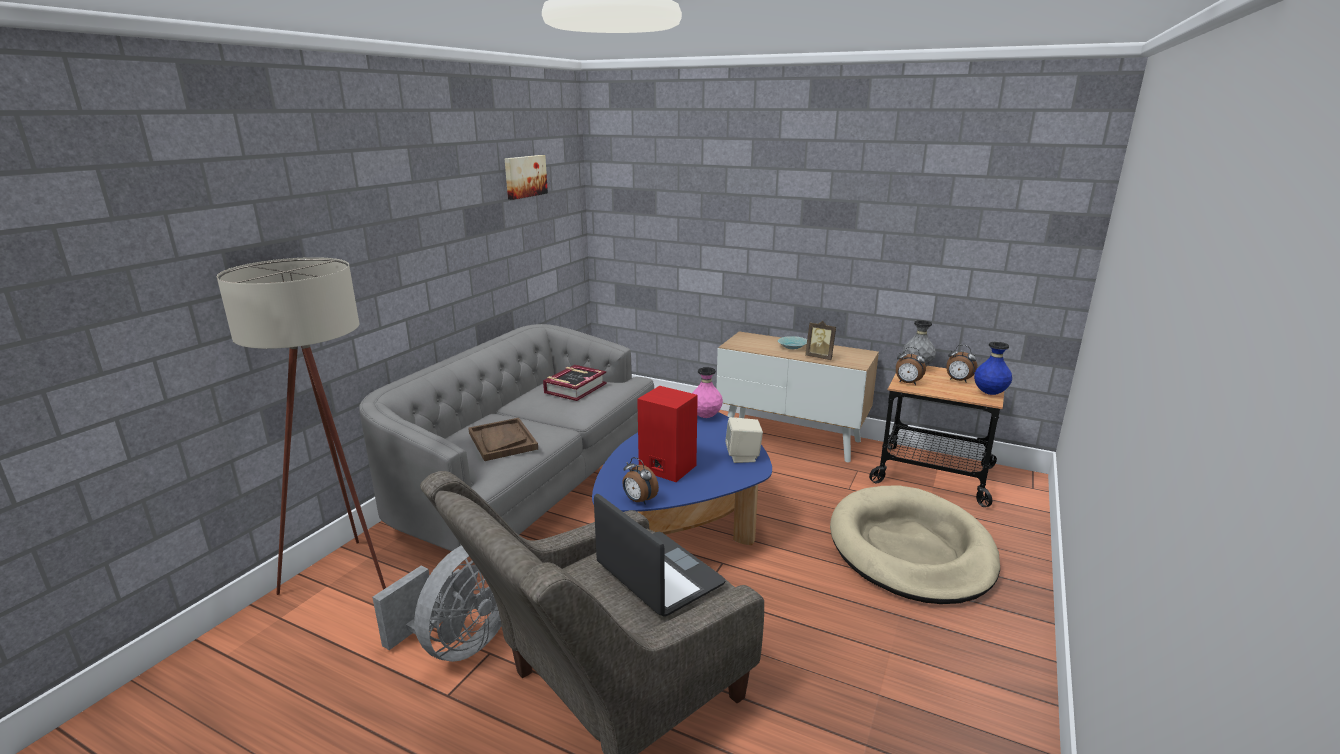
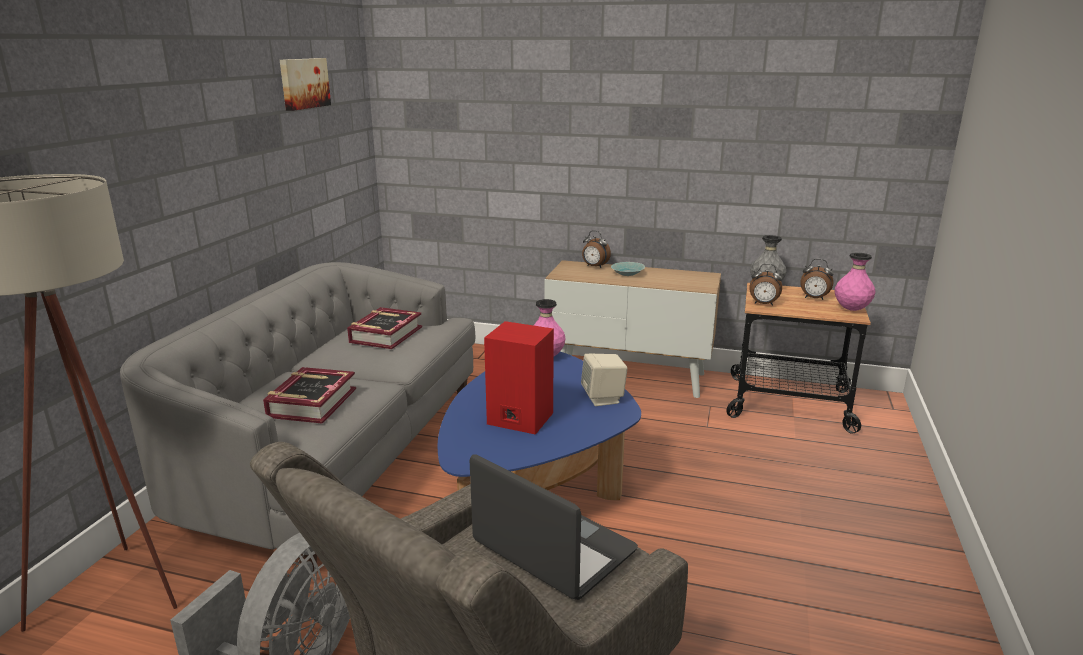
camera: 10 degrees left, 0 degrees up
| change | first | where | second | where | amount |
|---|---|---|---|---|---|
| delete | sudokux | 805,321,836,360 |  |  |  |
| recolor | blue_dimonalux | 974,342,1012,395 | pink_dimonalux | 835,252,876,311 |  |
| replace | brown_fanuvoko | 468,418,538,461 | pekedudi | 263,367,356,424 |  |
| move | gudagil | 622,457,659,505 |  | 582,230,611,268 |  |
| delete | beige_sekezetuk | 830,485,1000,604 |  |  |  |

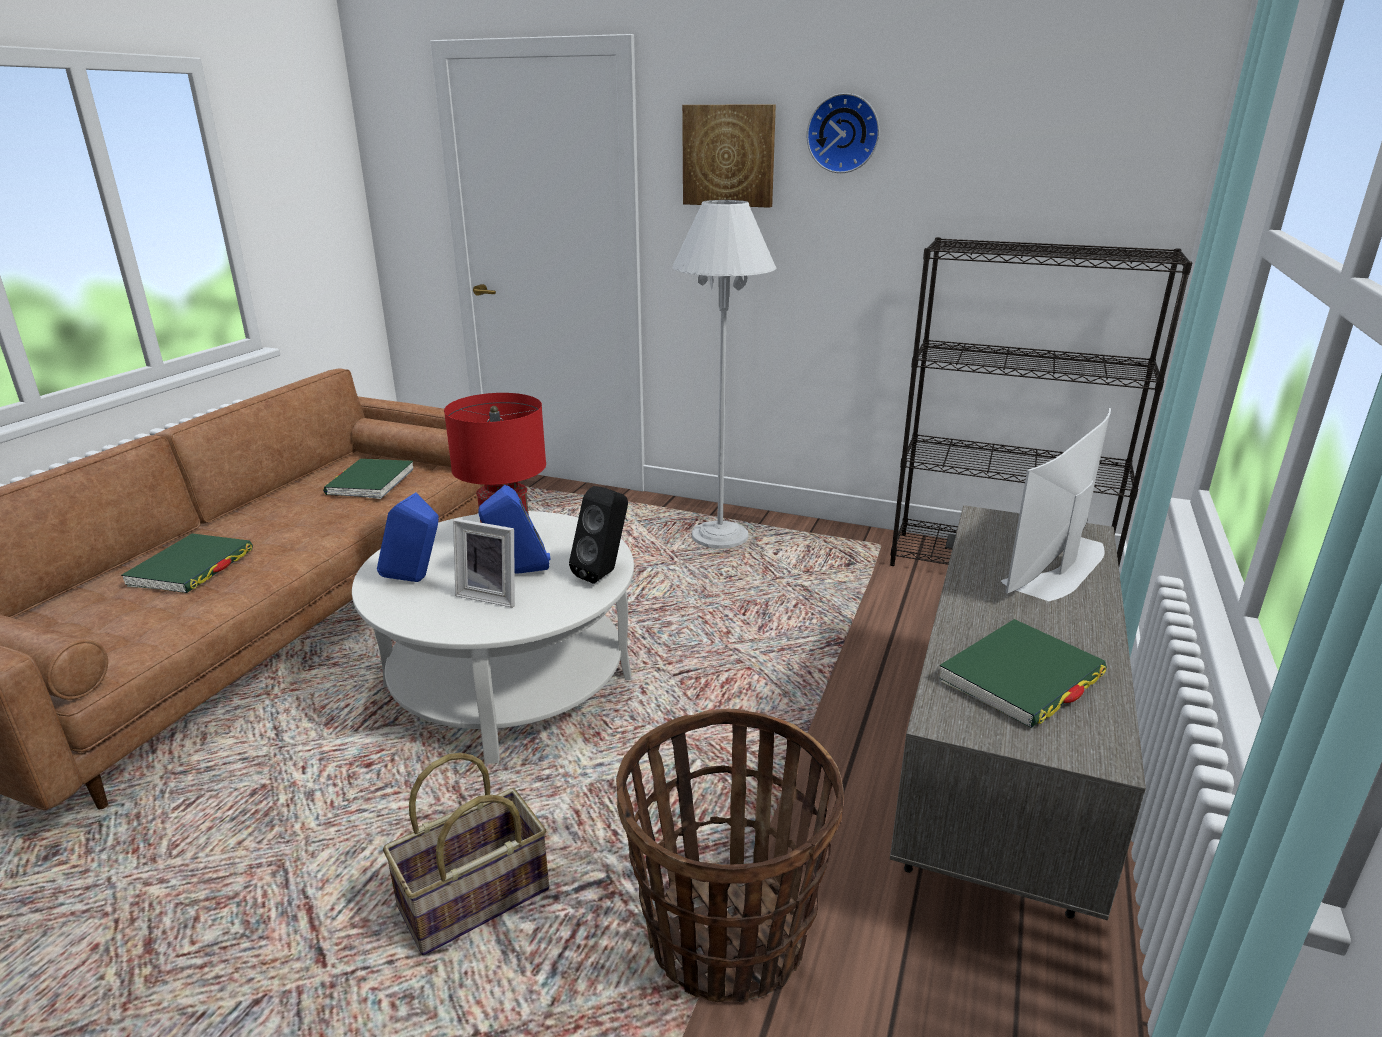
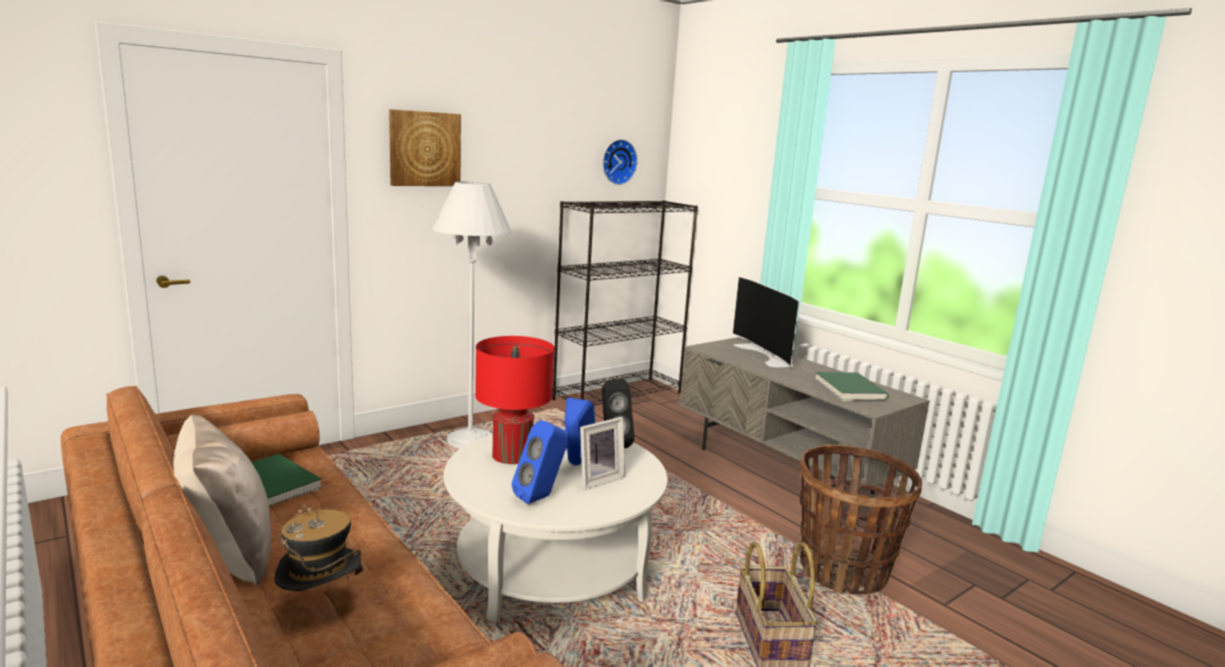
camera: 60 degrees left, 10 degrees down
| change | first | where | second | where | amount |
|---|---|---|---|---|---|
| move | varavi | 807,93,880,173 |  | 602,139,638,185 |  |
| replace | green_pekedudi | 121,533,253,593 | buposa | 274,504,363,591 |  |
| insert |  |  | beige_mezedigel | 173,415,271,586 |  |

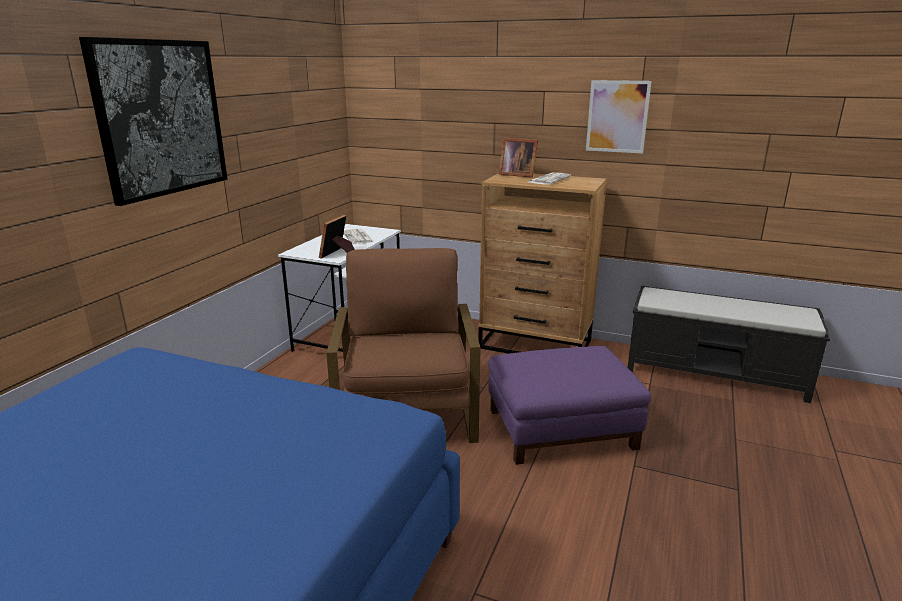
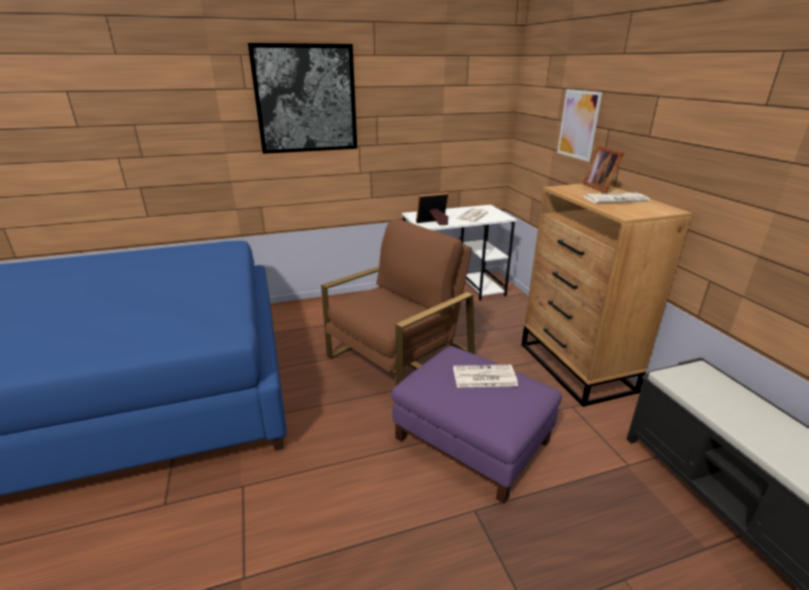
camera: 50 degrees right, 5 degrees up
| change | first | where | second | where | amount |
|---|---|---|---|---|---|
| move | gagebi | 586,80,652,153 |  | 557,89,602,162 |  |
| insert |  |  | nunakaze | 453,365,518,387 |  |

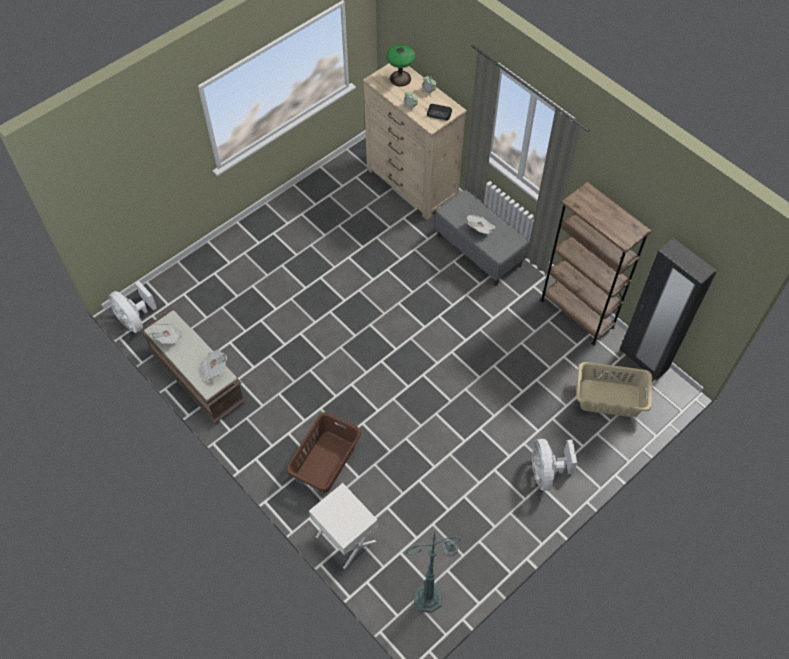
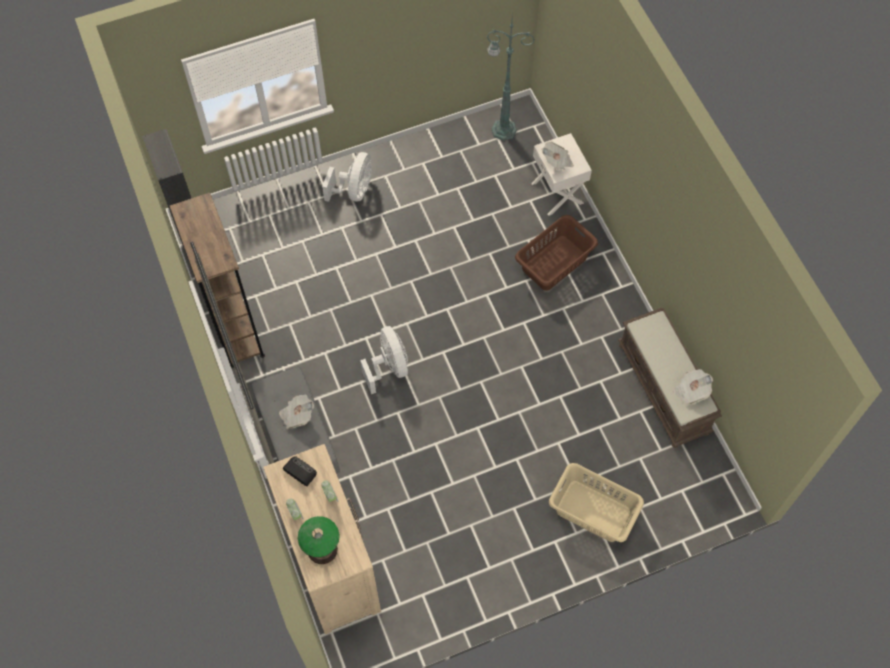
camera: 160 degrees left, 5 degrees up
| change | first | where | second | where | amount |
|---|---|---|---|---|---|
| move | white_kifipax | 109,281,157,333 |  | 360,326,408,394 |  |
| move | nunakaze | 197,349,228,382 |  | 542,142,574,170 |  |
| move | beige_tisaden | 576,362,652,417 |  | 549,463,644,542 |  |

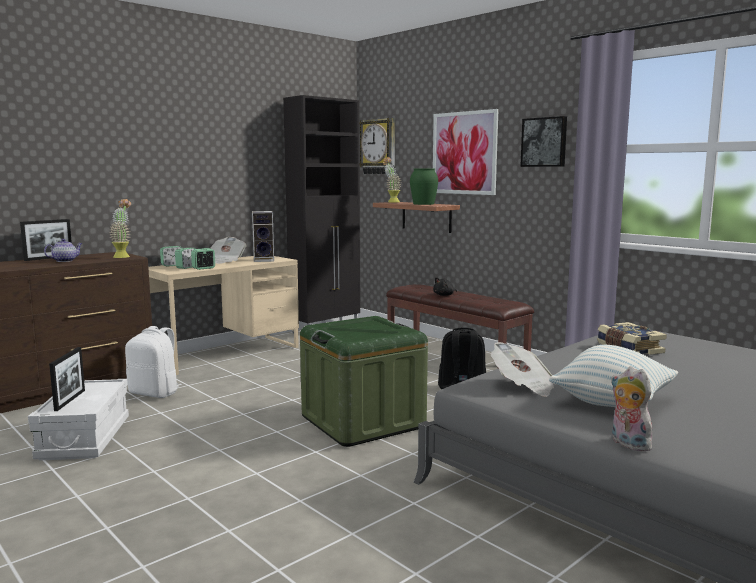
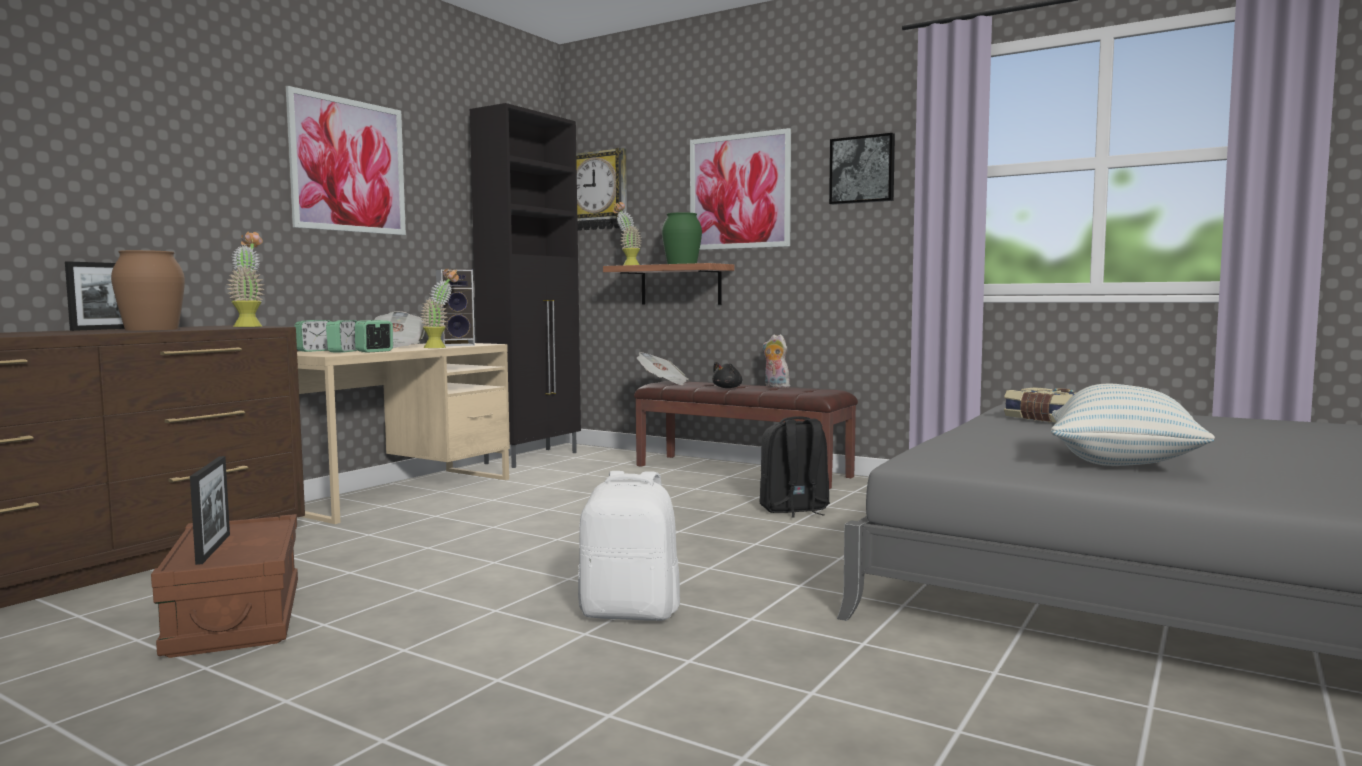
camera: 15 degrees left, 5 degrees down
| change | first | where | second | where | amount |
|---|---|---|---|---|---|
| replace | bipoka | 44,239,83,262 | brown_dimonalux | 111,250,185,331 |  |
| delete | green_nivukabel | 300,316,428,447 |  |  |  |
| move | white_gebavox | 125,326,182,398 |  | 578,471,680,621 |  |
| move | nunakaze | 491,342,554,397 |  | 637,352,689,385 |  |
| move | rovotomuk | 611,367,654,451 |  | 762,334,790,388 |  |
| recolor | white_nivukabel | 28,379,129,460 | brown_nivukabel | 151,514,298,658 |  |
| insert |  |  | gagebi | 286,86,406,235 |  |
| insert |  |  | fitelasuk | 421,269,459,348 |  |

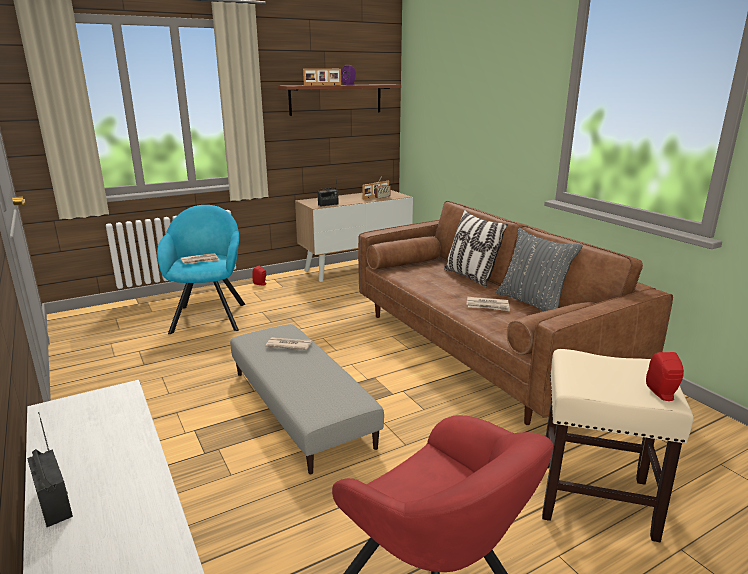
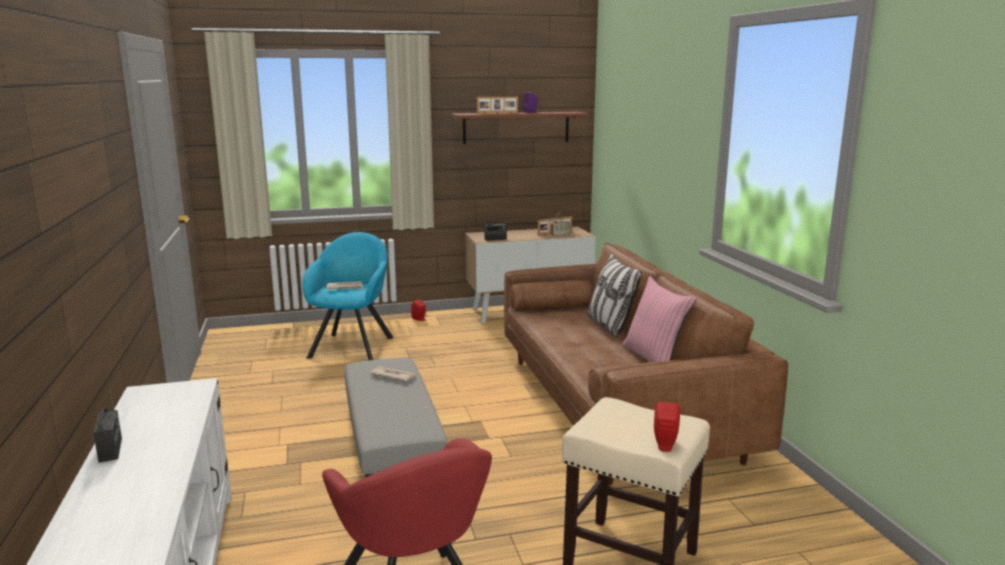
camera: 15 degrees right, 5 degrees down
| change | first | where | second | where | amount |
|---|---|---|---|---|---|
| recolor | grey_mezedigel | 496,228,583,312 | pink_mezedigel | 622,276,696,362 |  |
| delete | nunakaze | 466,297,510,311 |  |  |  |

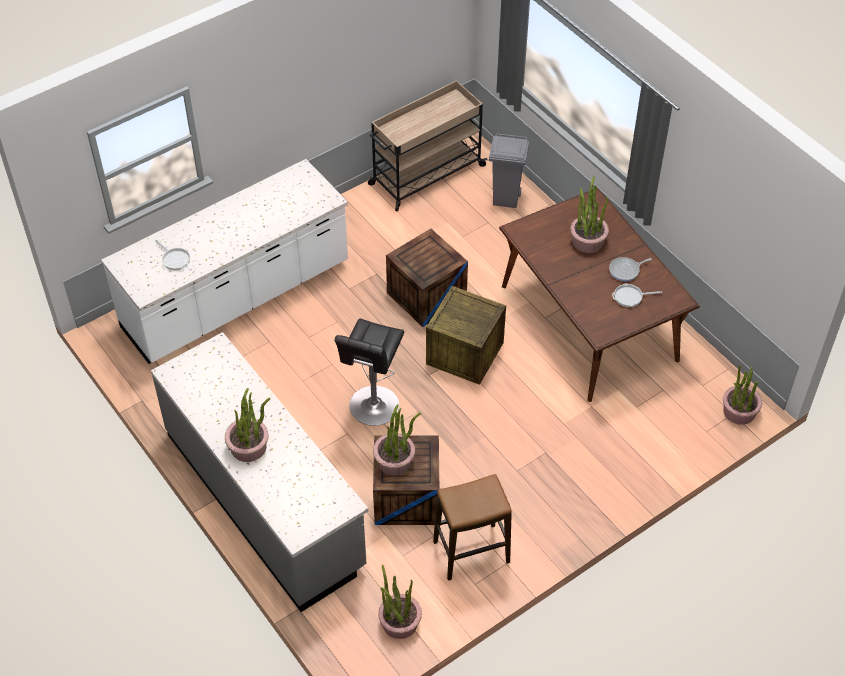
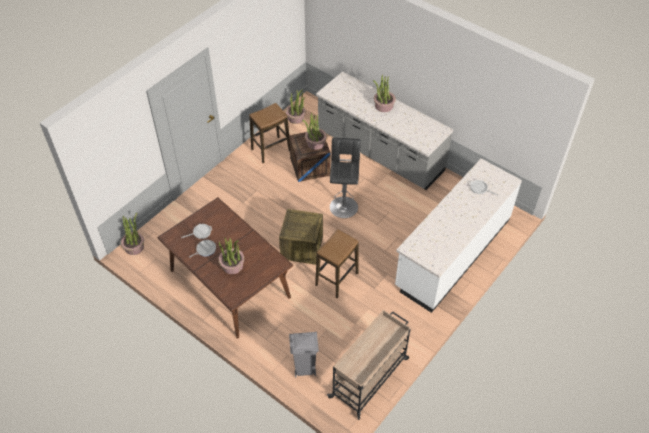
camera: 165 degrees right, 0 degrees up
| change | first | where | second | where | amount |
|---|---|---|---|---|---|
| replace | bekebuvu | 386,229,468,327 | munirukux | 315,229,358,298 |  |

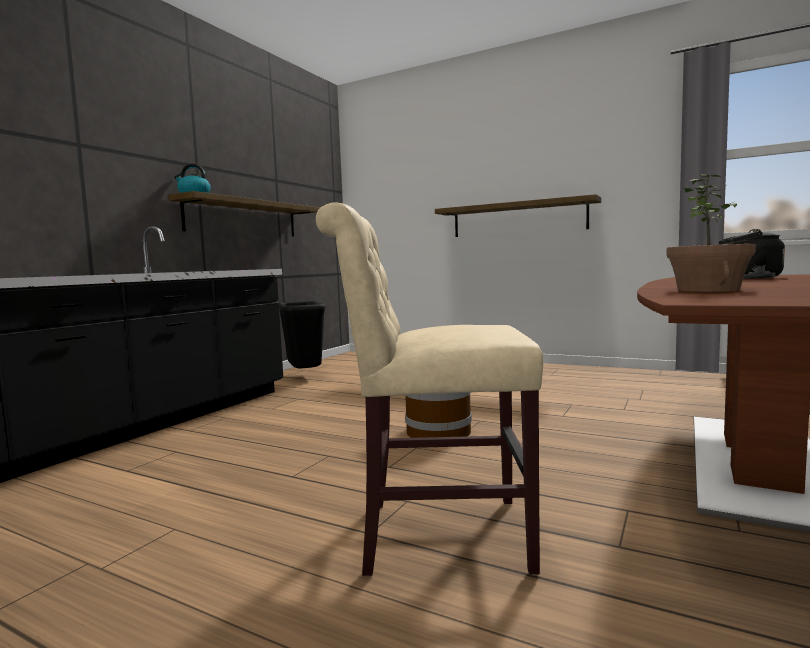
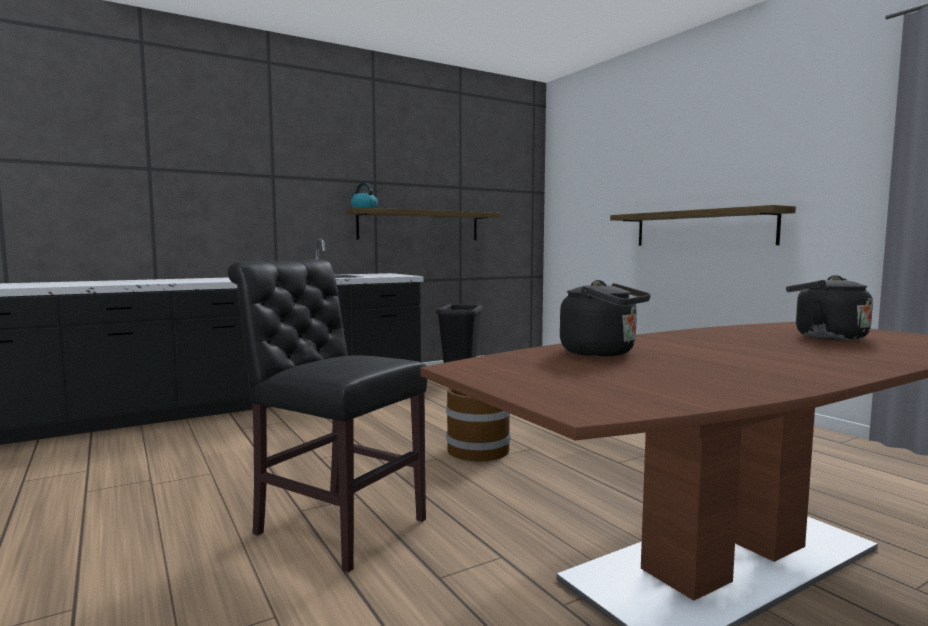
camera: 30 degrees right, 0 degrees up
| change | first | where | second | where | amount |
|---|---|---|---|---|---|
| replace | fitelasuk | 667,173,756,292 | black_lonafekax | 560,280,651,357 |  |
| recolor | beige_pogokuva | 316,202,543,576 | black_pogokuva | 228,260,427,573 |  |

